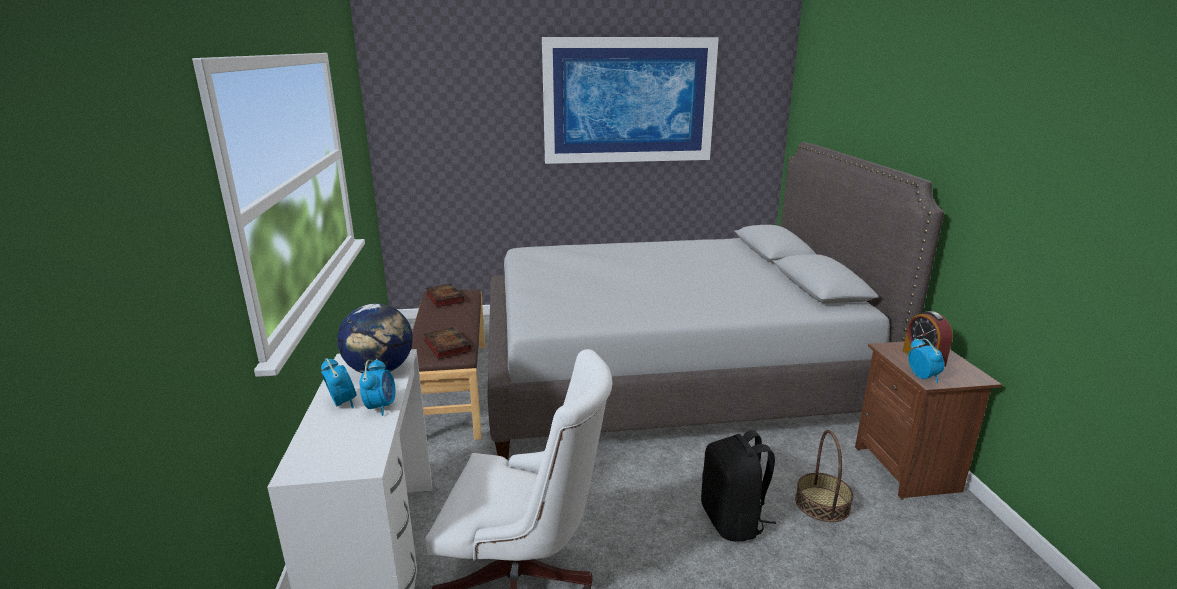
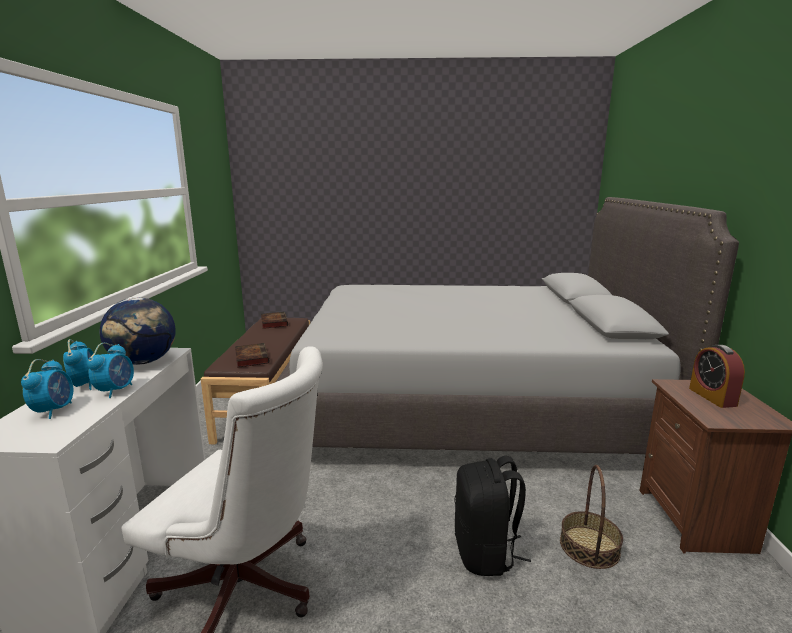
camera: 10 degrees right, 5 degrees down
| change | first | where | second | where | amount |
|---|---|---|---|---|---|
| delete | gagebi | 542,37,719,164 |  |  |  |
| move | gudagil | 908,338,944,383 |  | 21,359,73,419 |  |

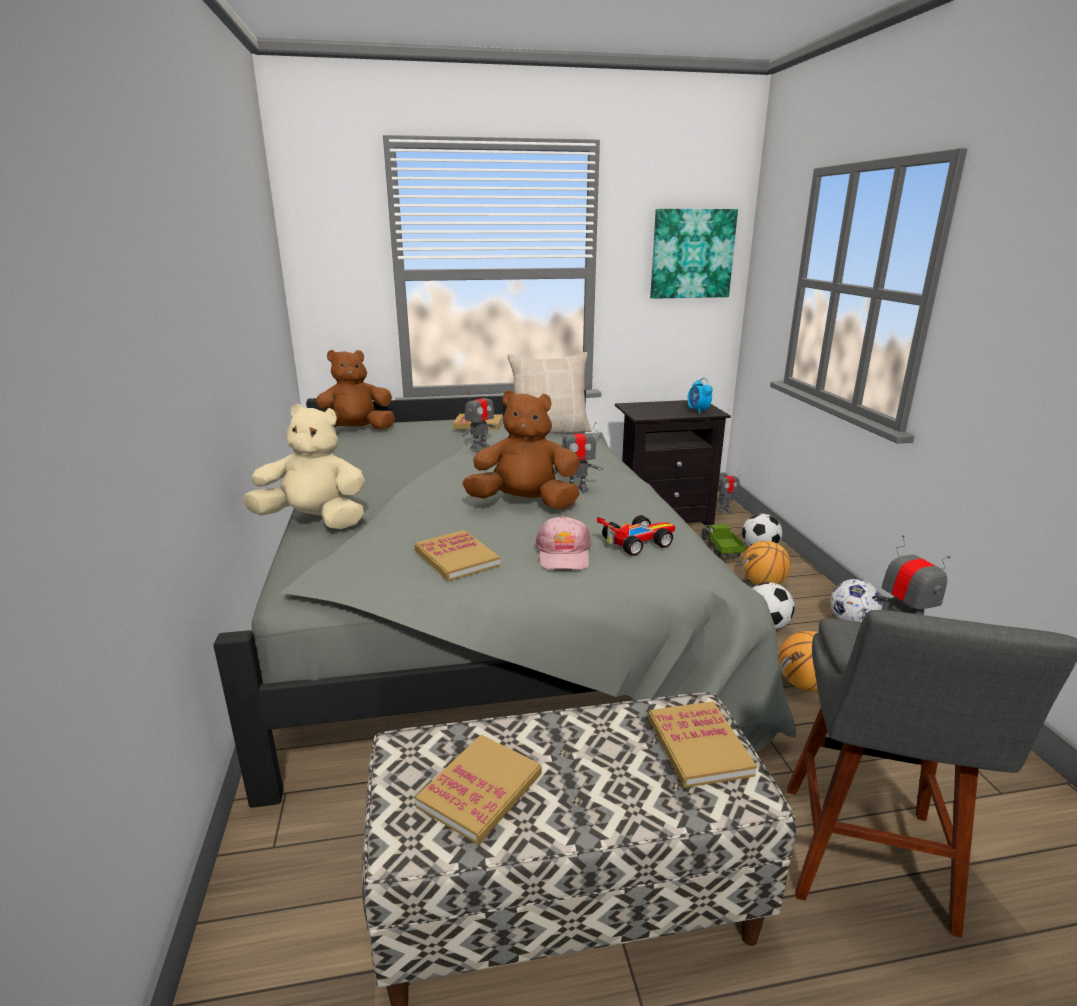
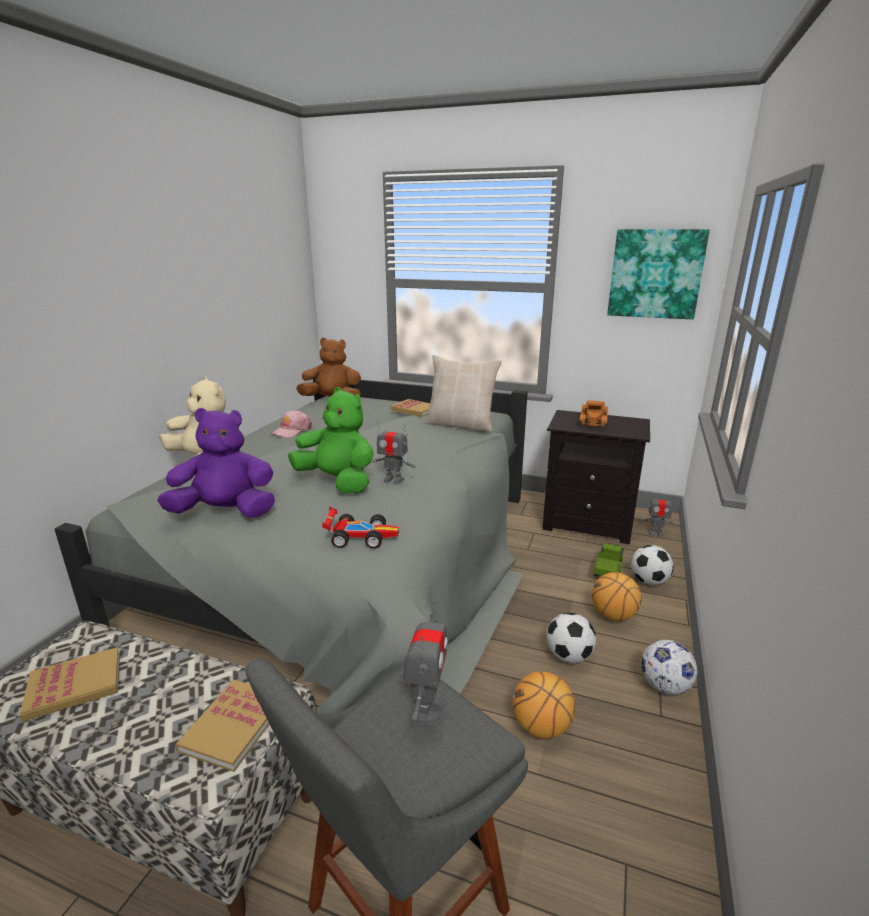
camera: 30 degrees right, 0 degrees up
| change | first | where | second | where | amount |
|---|---|---|---|---|---|
| delete | gudagil | 687,378,713,414 |  |  |  |
| delete | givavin | 462,387,496,450 |  |  |  |
| recolor | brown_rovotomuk | 462,390,580,509 | green_rovotomuk | 288,387,373,494 |  |
| move | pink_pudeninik | 535,516,591,570 |  | 271,410,312,438 |  |
| replace | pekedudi | 414,530,500,581 | purple_rovotomuk | 157,408,275,518 |  |
| insert |  |  | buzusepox | 580,400,608,428 |  |

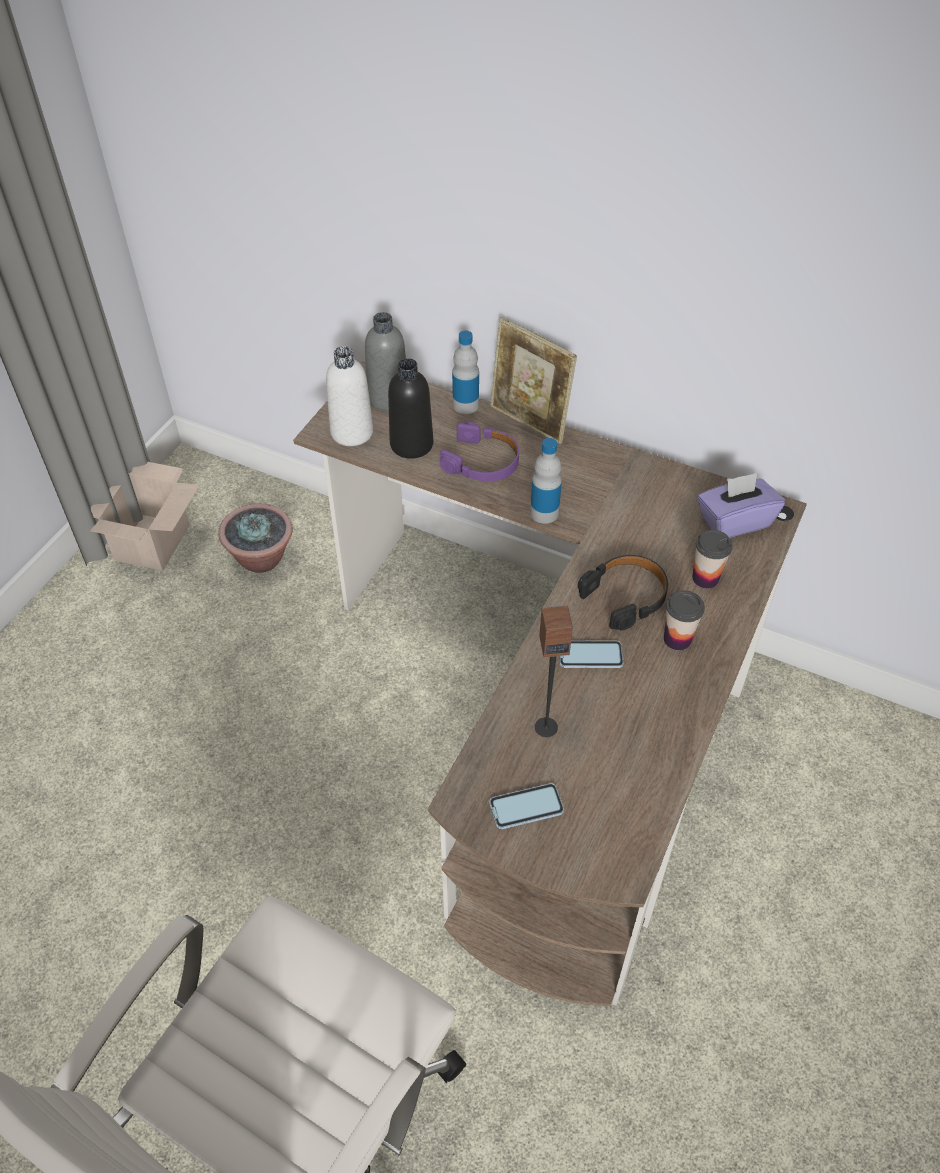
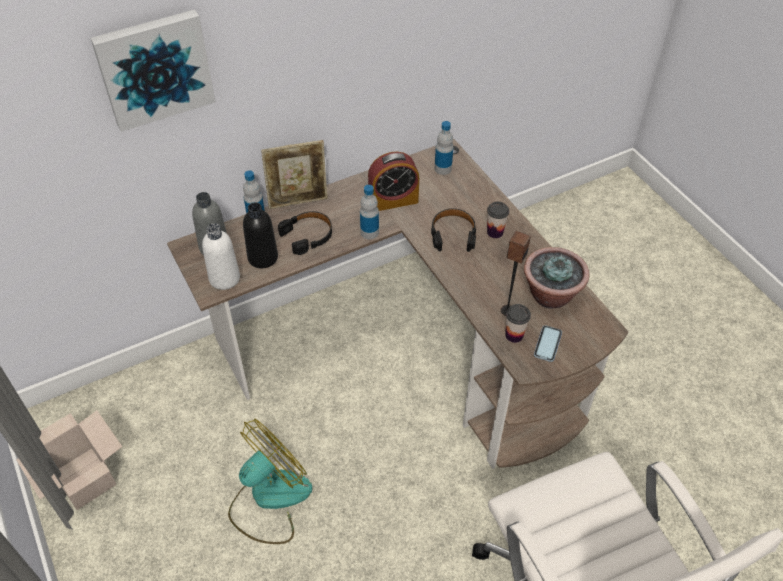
camera: 55 degrees left, 0 degrees up
| change | first | where | second | where | amount |
|---|---|---|---|---|---|
| recolor | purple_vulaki | 440,422,519,481 | black_vulaki | 278,211,332,255 |  |
| replace | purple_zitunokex | 698,473,785,538 | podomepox | 434,121,453,175 |  |
| move | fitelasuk | 219,503,293,573 |  | 524,247,590,309 |  |
| move | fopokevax | 692,530,733,589 |  | 505,304,531,343 |  |
| delete | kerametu | 559,641,624,668 |  |  |  |
| insert |  |  | gagebi | 90,9,216,132 |  |
| insert |  |  | gudagil | 368,152,419,211 |  |
| insert |  |  | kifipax | 228,419,313,544 |  |

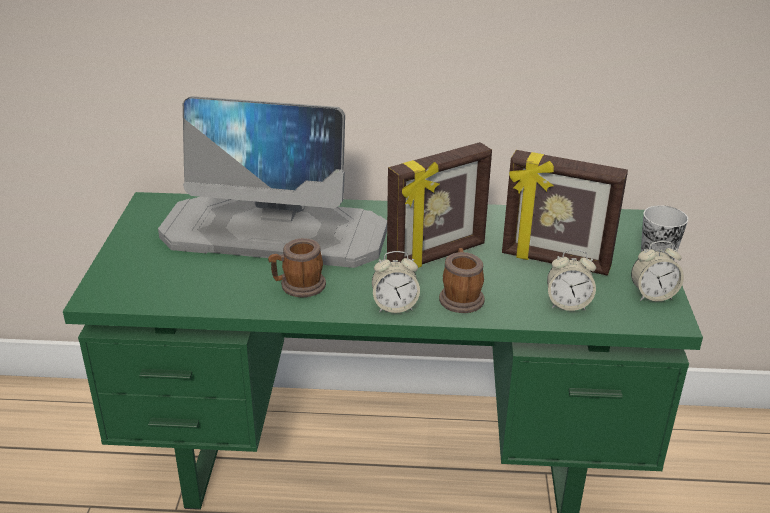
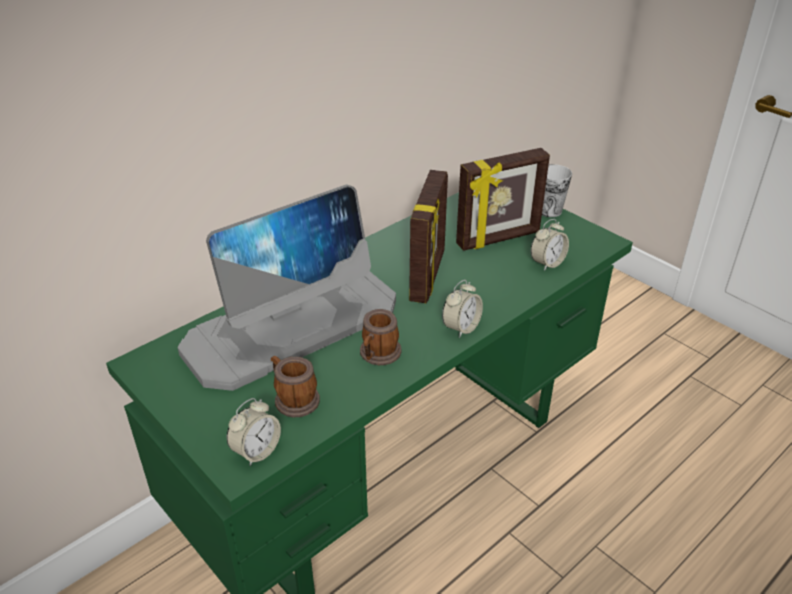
camera: 45 degrees left, 5 degrees up
| change | first | where | second | where | amount |
|---|---|---|---|---|---|
| move | gudagil | 631,241,684,302 |  | 227,398,281,466 |  |
| move | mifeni | 439,248,485,313 |  | 271,356,320,417 |  |

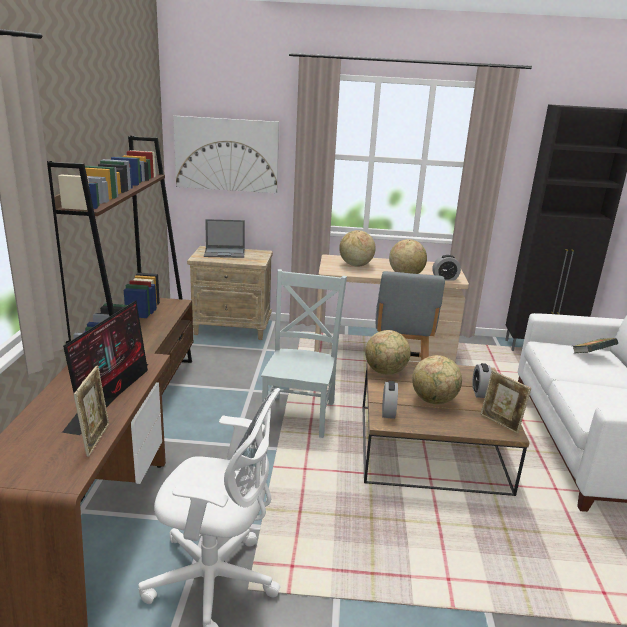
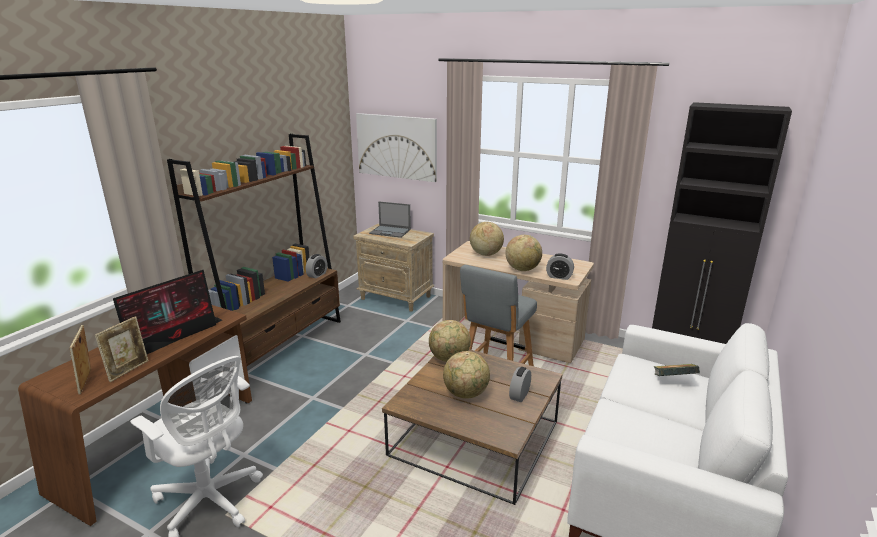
camera: 25 degrees right, 0 degrees up
| change | first | where | second | where | amount |
|---|---|---|---|---|---|
| delete | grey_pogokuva | 261,269,347,438 |  |  |  |
| move | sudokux | 481,370,531,434 |  | 70,325,91,394 |  |
| move | gudagil | 382,381,398,419 |  | 305,254,327,279 |  |

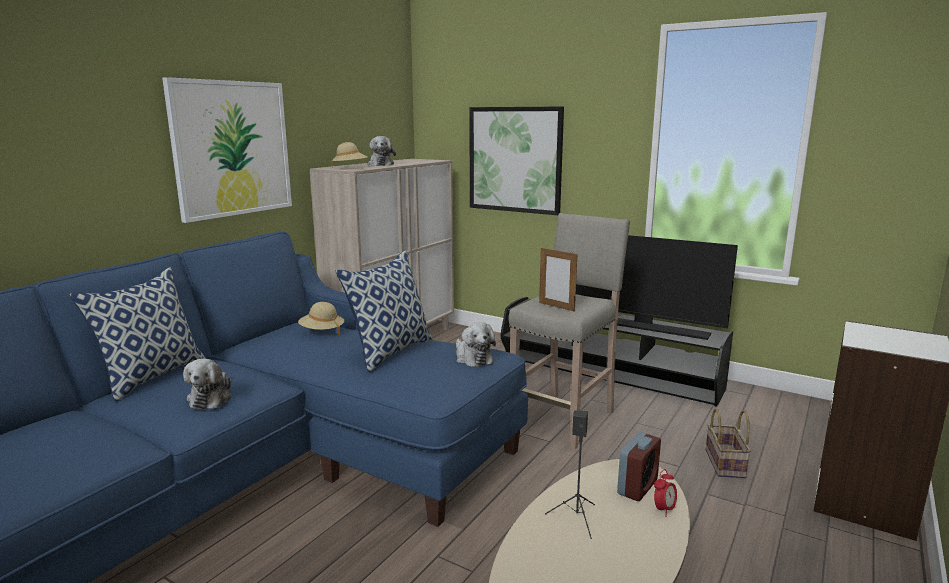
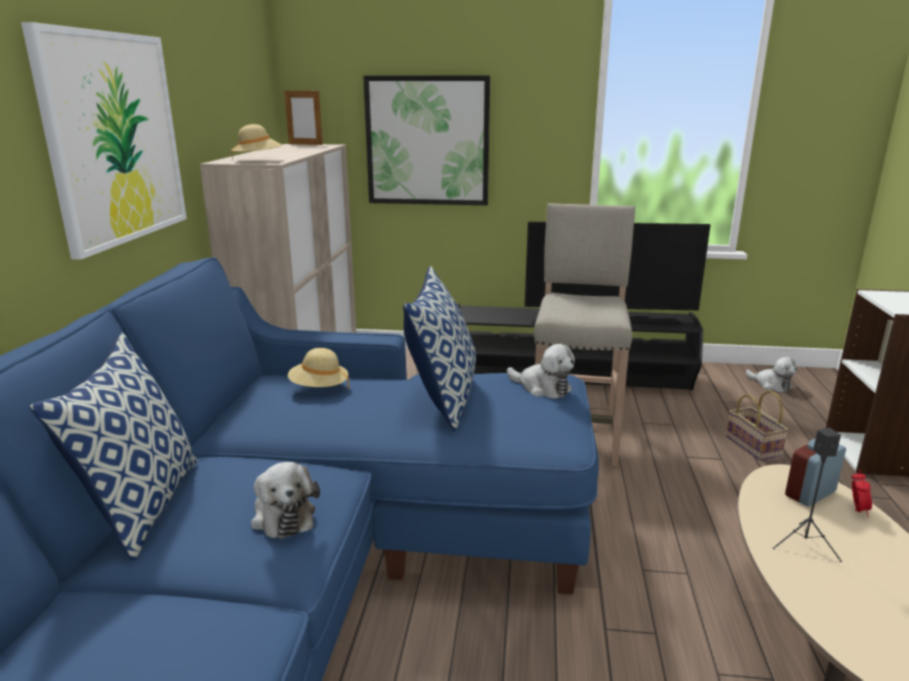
camera: 25 degrees left, 5 degrees up
| change | first | where | second | where | amount |
|---|---|---|---|---|---|
| move | rovotomuk | 368,136,396,166 |  | 746,357,797,392 |  |
| move | sudokux | 539,247,577,312 |  | 284,89,323,145 |  |
| rotate | gudagil | 617,432,661,501 |  | 785,438,846,506 | 135 degrees counterclockwise |

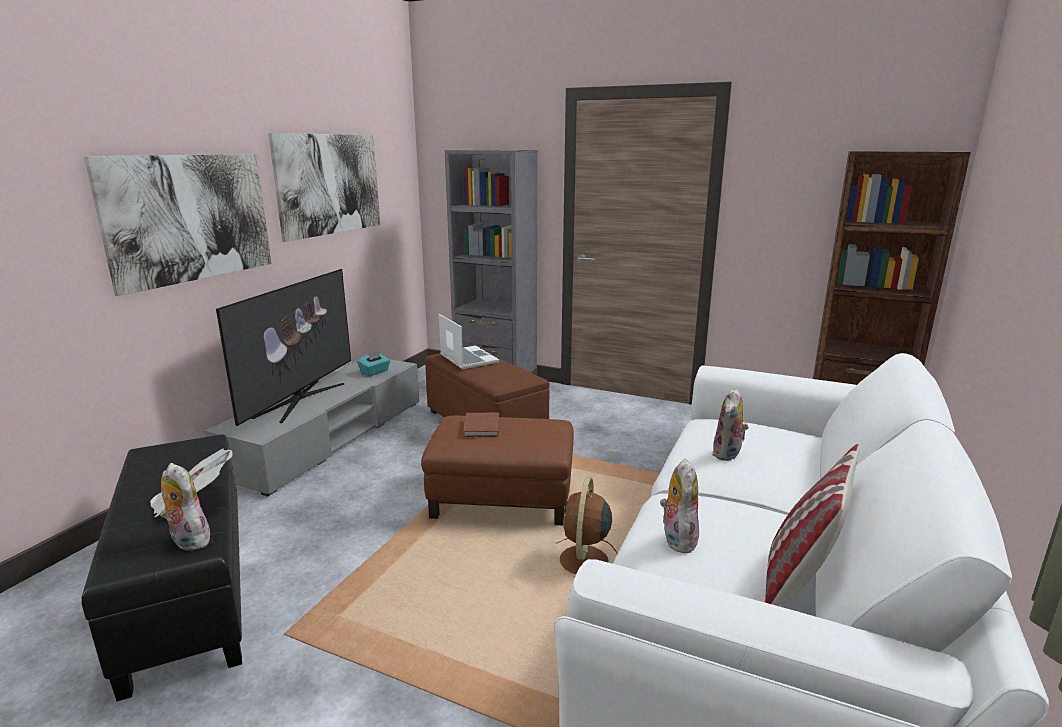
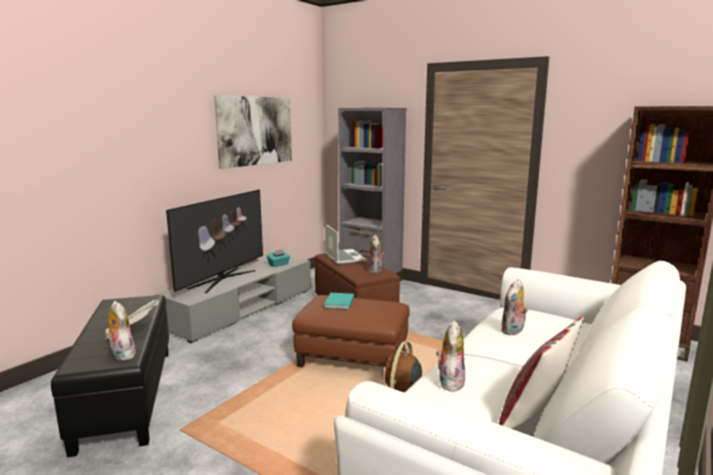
camera: 10 degrees right, 5 degrees down
| change | first | where | second | where | amount |
|---|---|---|---|---|---|
| delete | gagebi | 84,154,271,296 |  |  |  |
| recolor | brown_pekedudi | 463,412,499,437 | turquoise_pekedudi | 324,293,354,310 |  |
| insert |  |  | rovotomuk | 367,235,384,274 |  |

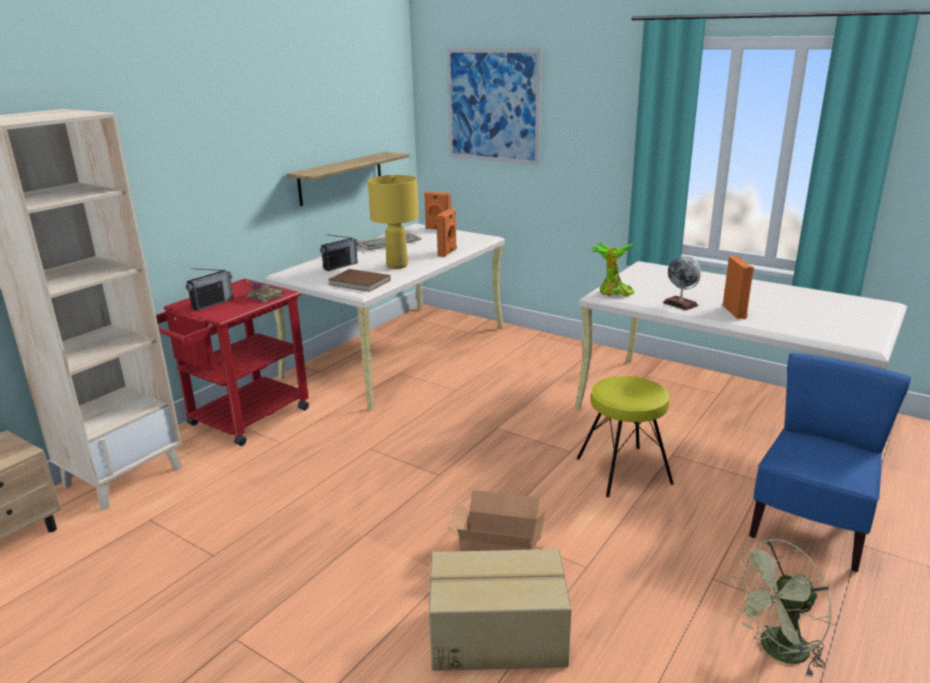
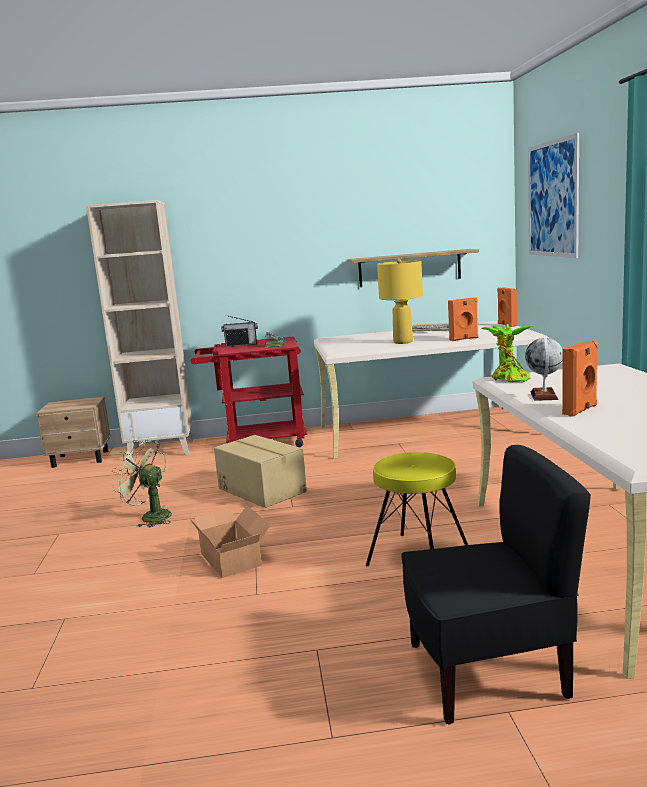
camera: 50 degrees right, 10 degrees down
| change | first | where | second | where | amount |
|---|---|---|---|---|---|
| delete | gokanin | 320,234,358,271 |  |  |  |
| delete | brown_pekedudi | 328,269,391,292 |  |  |  |
| recolor | blue_pogokuva | 749,353,911,572 | black_pogokuva | 401,445,591,724 |  |
| move | green_kifipax | 731,539,832,678 |  | 112,440,172,527 |  |
| move | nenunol | 429,549,572,671 |  | 214,435,307,508 |  |

